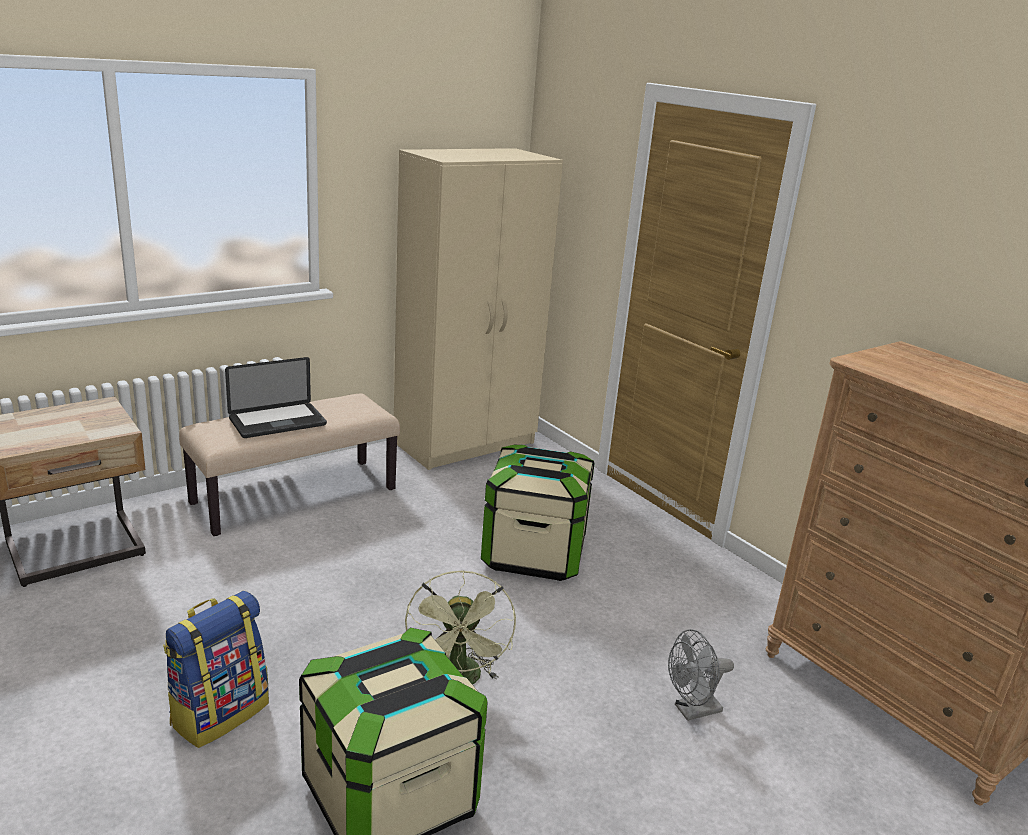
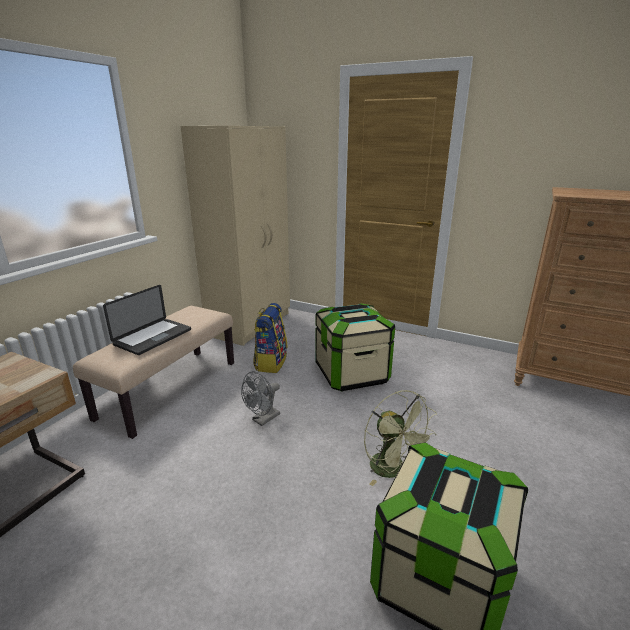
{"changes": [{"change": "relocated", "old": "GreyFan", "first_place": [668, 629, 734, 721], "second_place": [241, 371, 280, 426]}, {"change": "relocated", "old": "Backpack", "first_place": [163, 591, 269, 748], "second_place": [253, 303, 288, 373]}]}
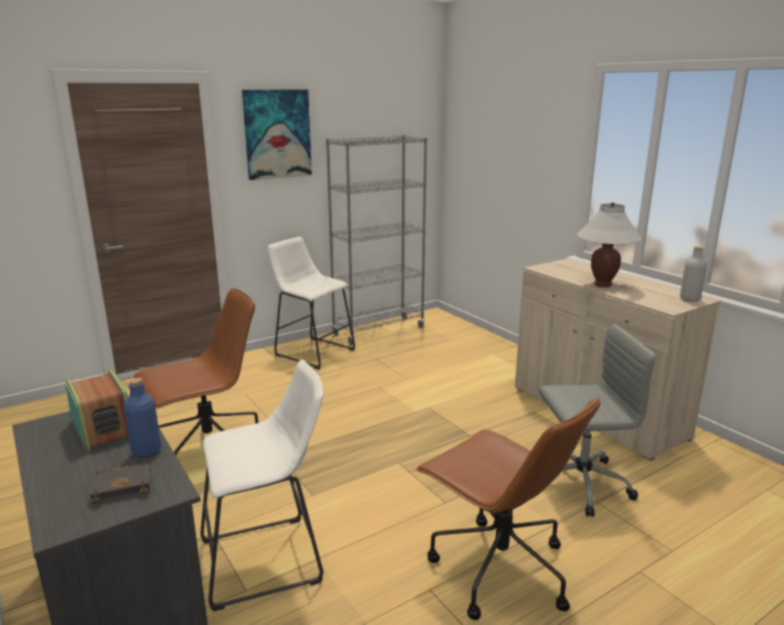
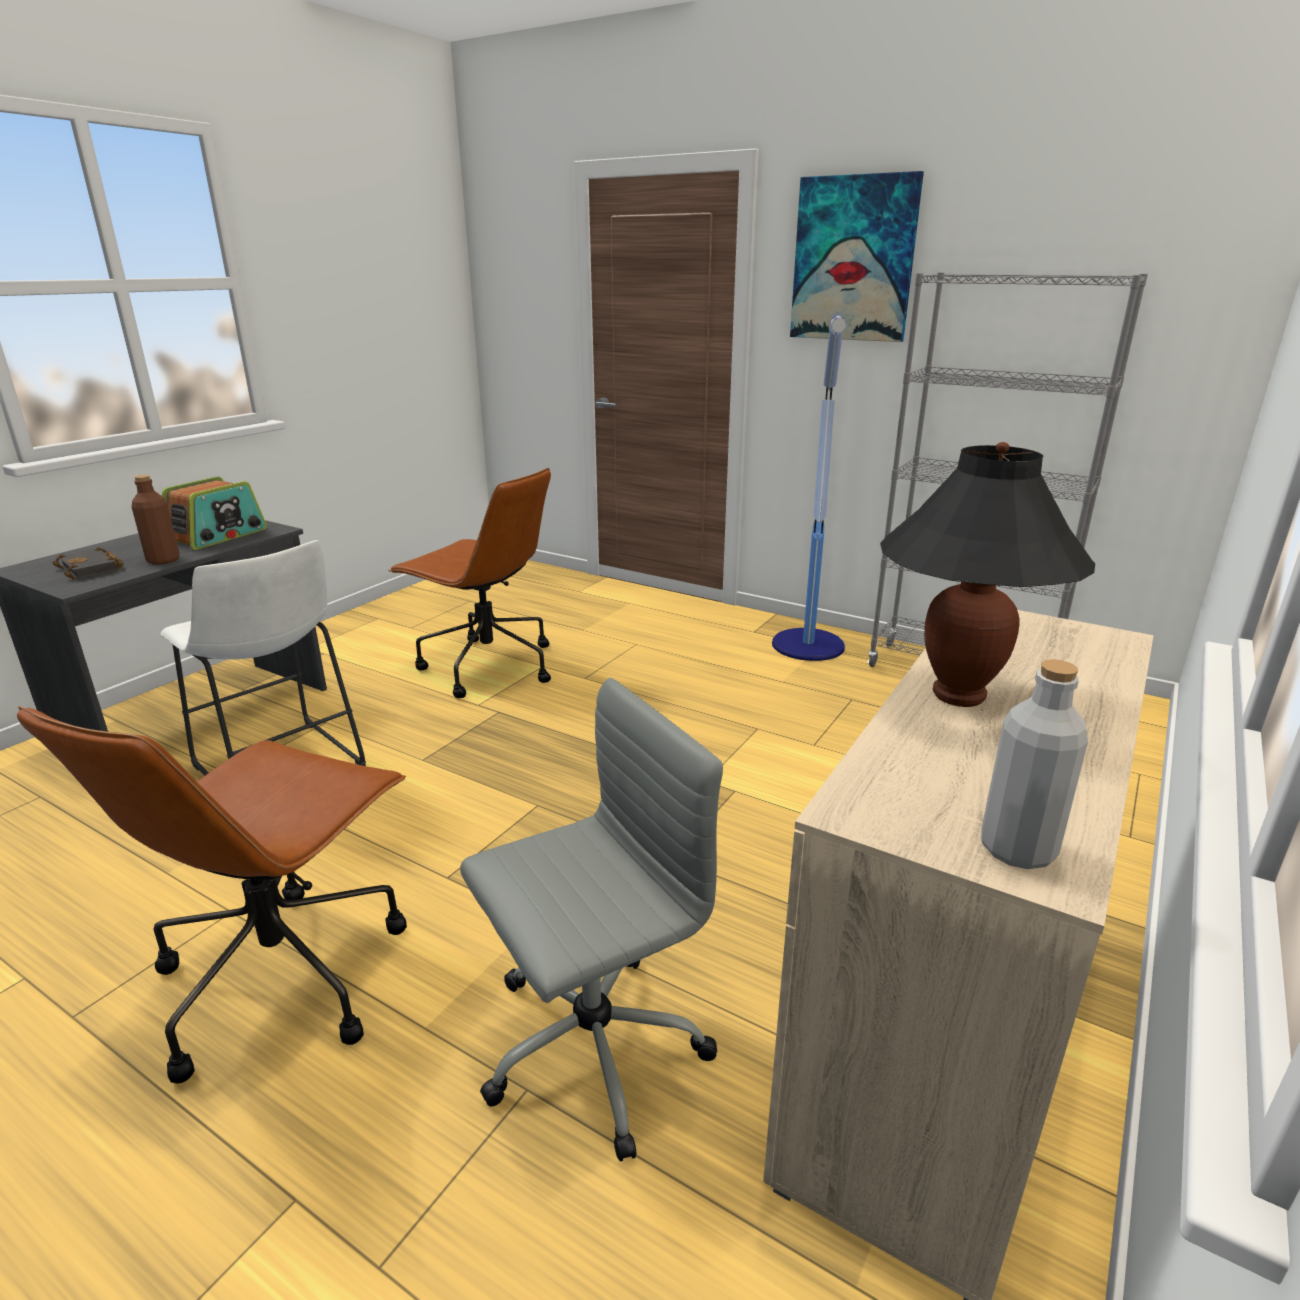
{"changes": [{"change": "colour", "old": "BlueBottle", "new": "BrownBottle", "first_place": [124, 378, 161, 458], "second_place": [132, 475, 179, 565]}, {"change": "spun", "old": "GreyOfficeChair", "first_place": [538, 324, 656, 517], "second_place": [460, 678, 723, 1161], "degrees": -90}, {"change": "exchanged", "old": "WhiteStool", "new": "FloorLamp", "first_place": [268, 237, 355, 370], "second_place": [772, 312, 846, 661]}, {"change": "colour", "old": "WhiteTableLamp", "new": "BlackTableLamp", "first_place": [577, 202, 642, 287], "second_place": [880, 442, 1095, 707]}]}
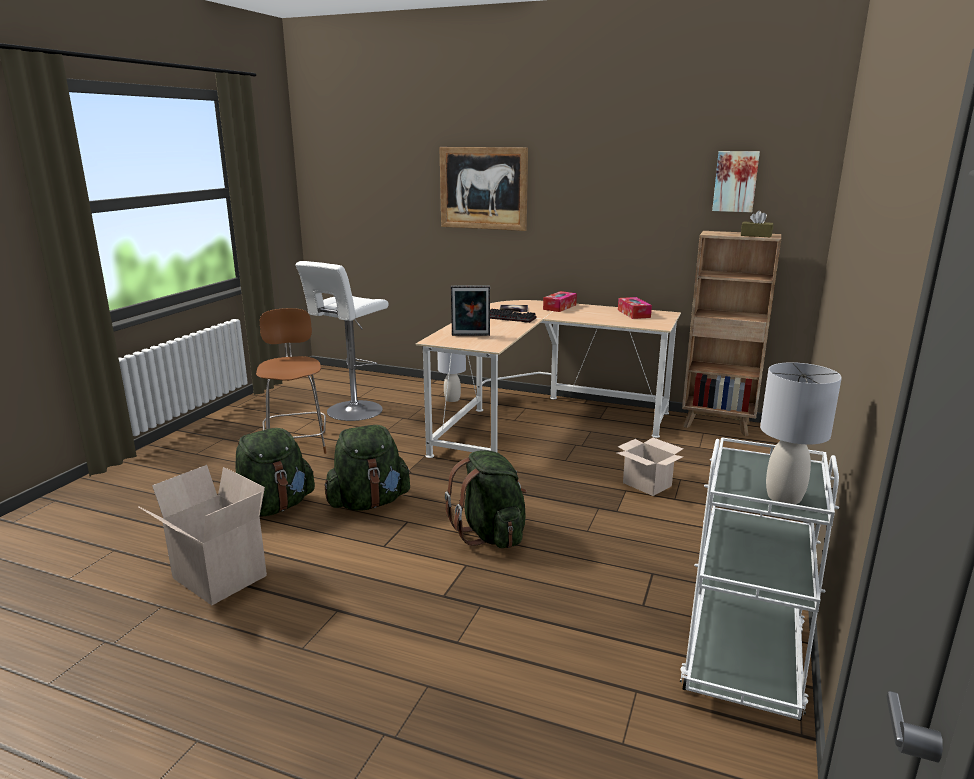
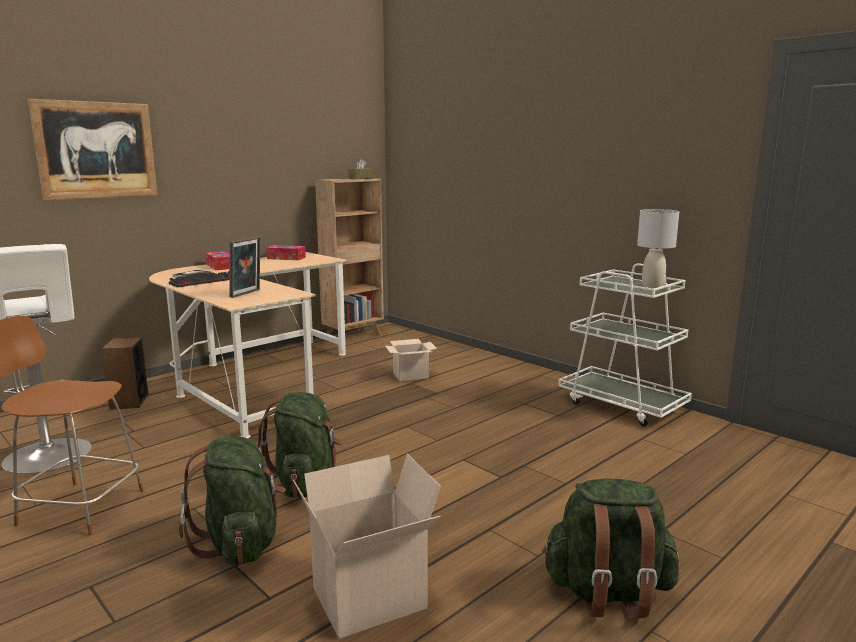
{"changes": [{"change": "exchanged", "old": "GreyTableLamp", "new": "Speaker", "first_place": [437, 352, 466, 402], "second_place": [101, 337, 149, 410]}, {"change": "relocated", "old": "GreenBackpack", "first_place": [445, 450, 527, 548], "second_place": [542, 478, 679, 618]}, {"change": "missing", "old": "Picture", "first_place": [712, 151, 760, 212]}]}
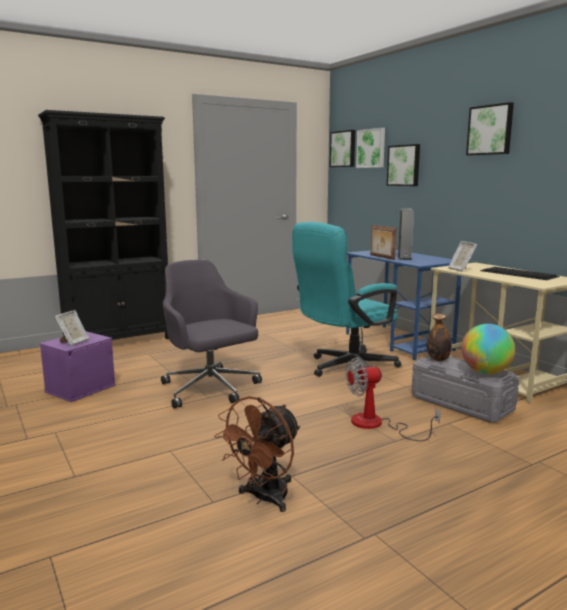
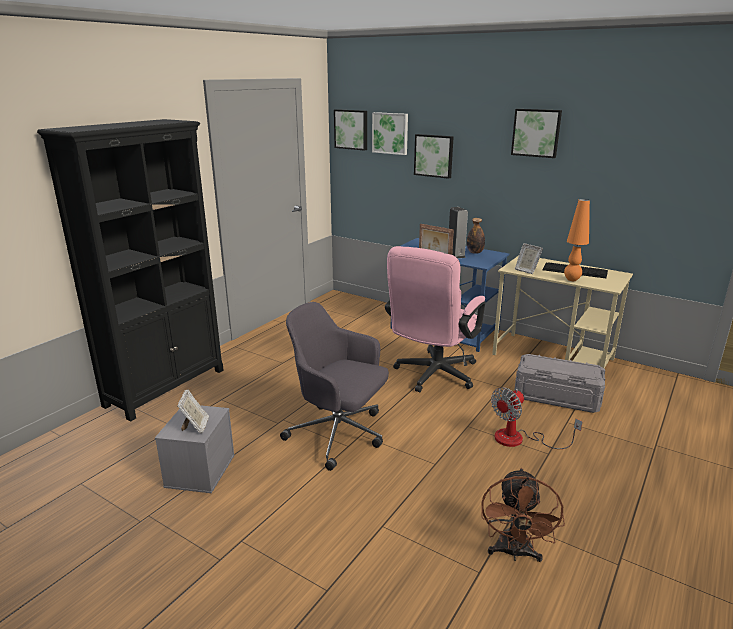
{"changes": [{"change": "colour", "old": "PurpleStorageBox", "new": "GreyStorageBox", "first_place": [39, 331, 115, 402], "second_place": [155, 405, 235, 493]}, {"change": "colour", "old": "TurquoiseOfficeChair", "new": "PinkOfficeChair", "first_place": [292, 222, 401, 377], "second_place": [385, 246, 486, 392]}, {"change": "relocated", "old": "Bottle", "first_place": [427, 314, 451, 361], "second_place": [467, 218, 485, 254]}, {"change": "appeared", "new": "OrangeTableLamp", "second_place": [564, 199, 590, 281]}, {"change": "missing", "old": "Globe", "first_place": [461, 324, 515, 374]}]}
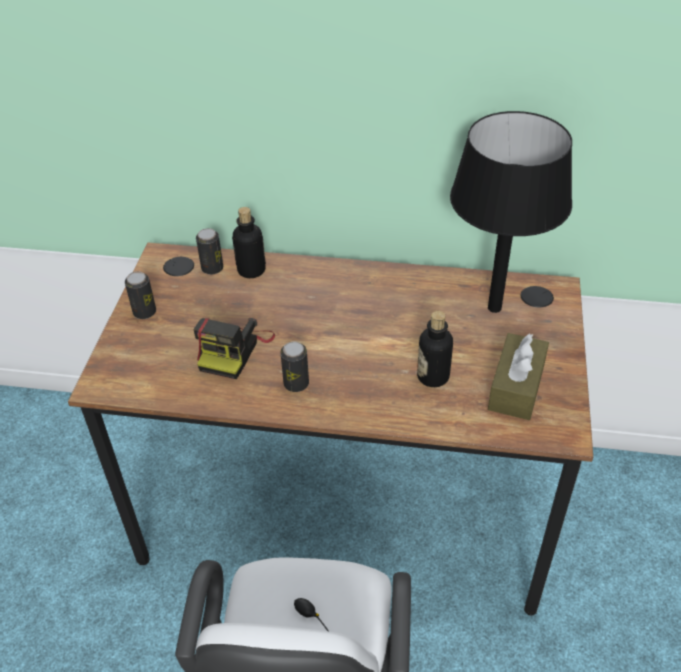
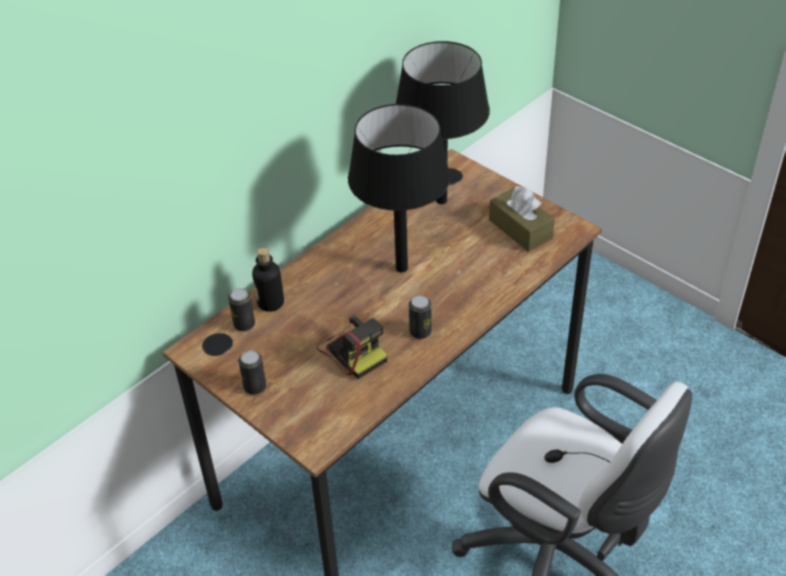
{"changes": [{"change": "appeared", "new": "BlackTableLamp", "second_place": [348, 104, 450, 273]}, {"change": "missing", "old": "Bottle", "first_place": [417, 311, 453, 387]}]}
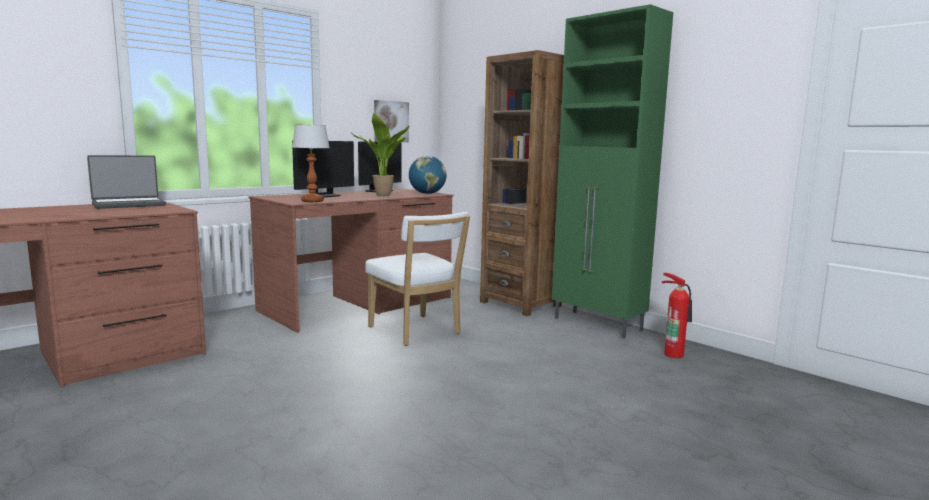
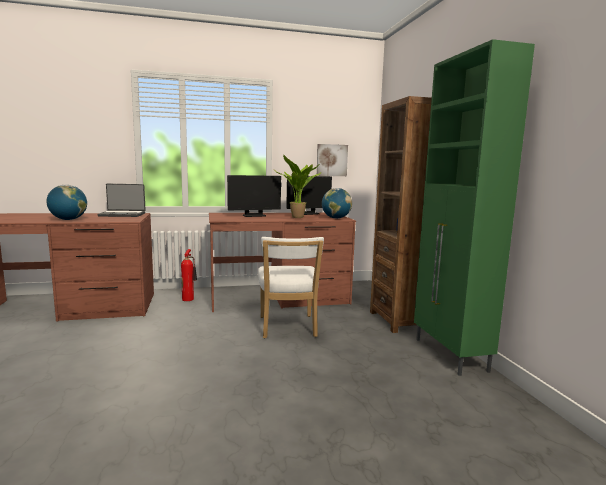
{"changes": [{"change": "appeared", "new": "Globe", "second_place": [47, 185, 87, 220]}, {"change": "relocated", "old": "FireExtinguisher", "first_place": [662, 273, 692, 358], "second_place": [181, 249, 197, 301]}, {"change": "missing", "old": "TableLamp", "first_place": [292, 125, 330, 202]}]}
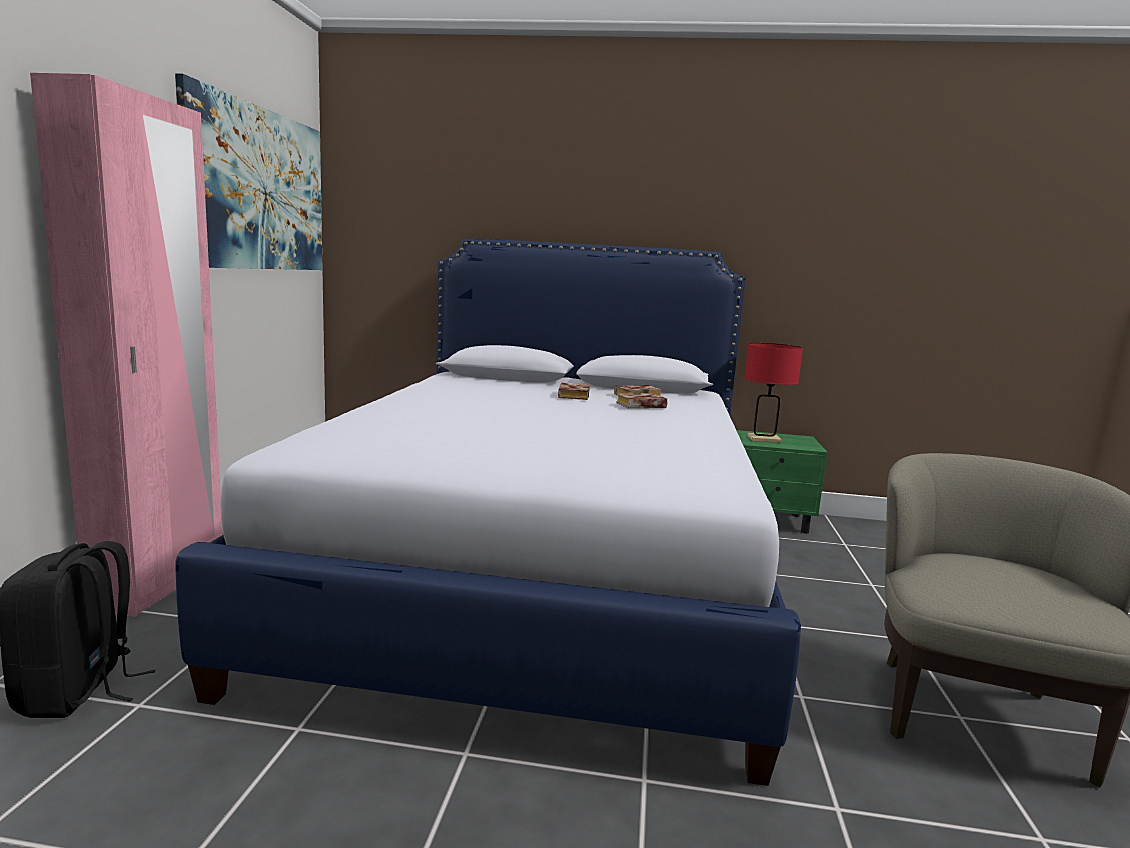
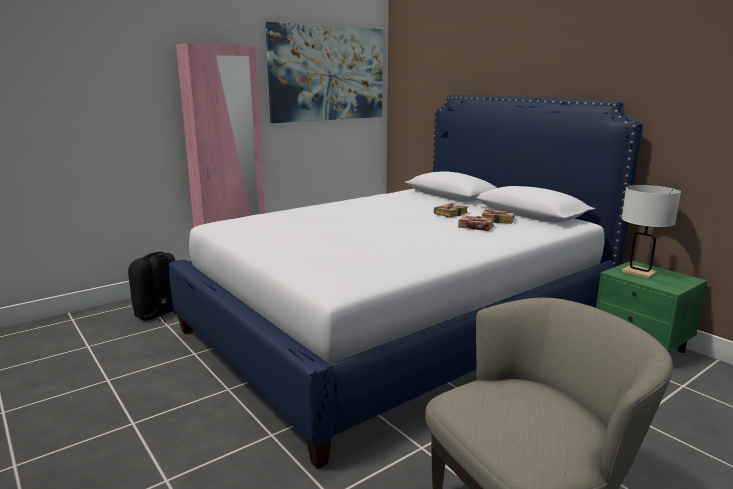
{"changes": [{"change": "colour", "old": "RedTableLamp", "new": "WhiteTableLamp", "first_place": [744, 343, 803, 443], "second_place": [622, 184, 681, 279]}]}
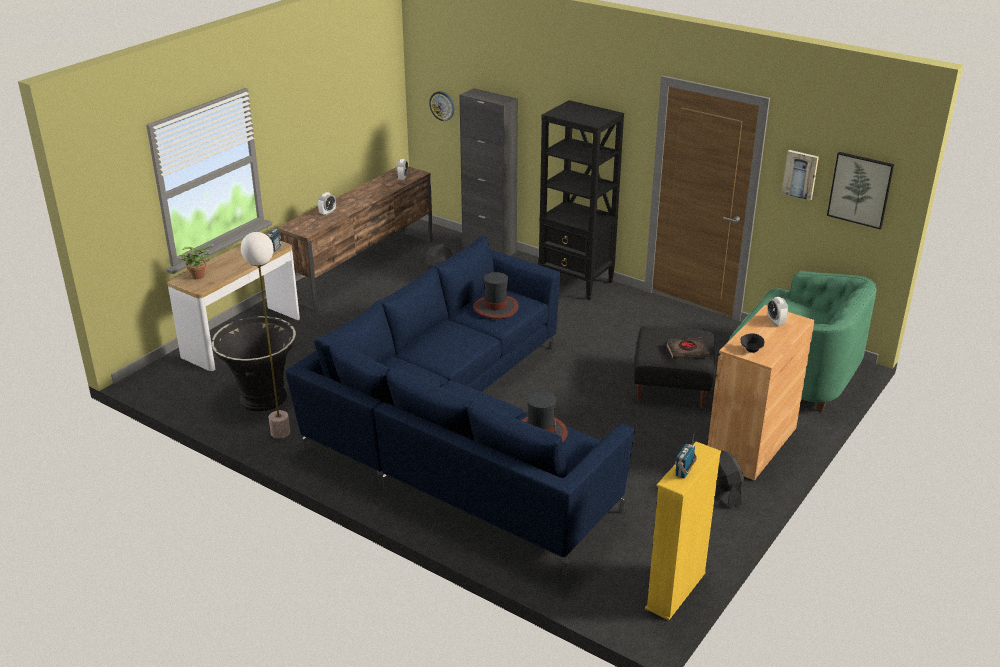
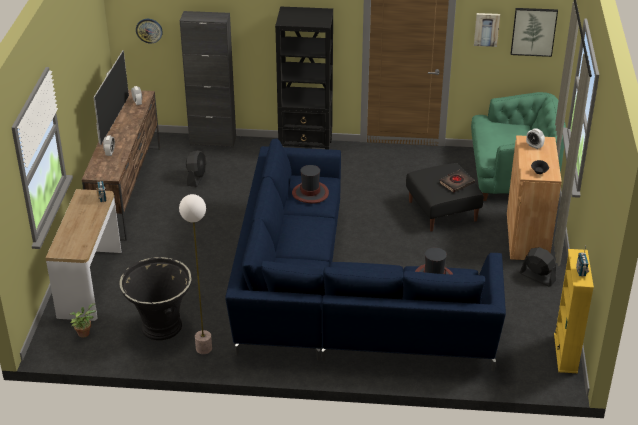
{"changes": [{"change": "relocated", "old": "PottedPlant", "first_place": [179, 244, 214, 279], "second_place": [70, 303, 96, 338]}, {"change": "appeared", "new": "Television", "second_place": [93, 50, 129, 145]}]}
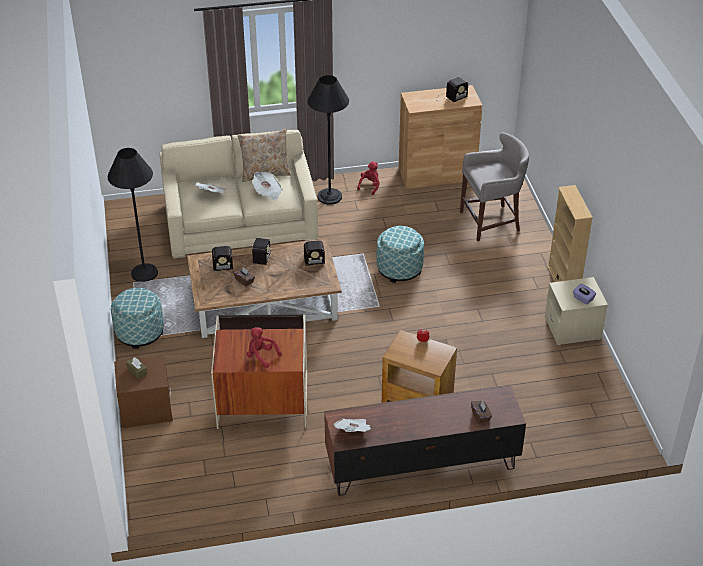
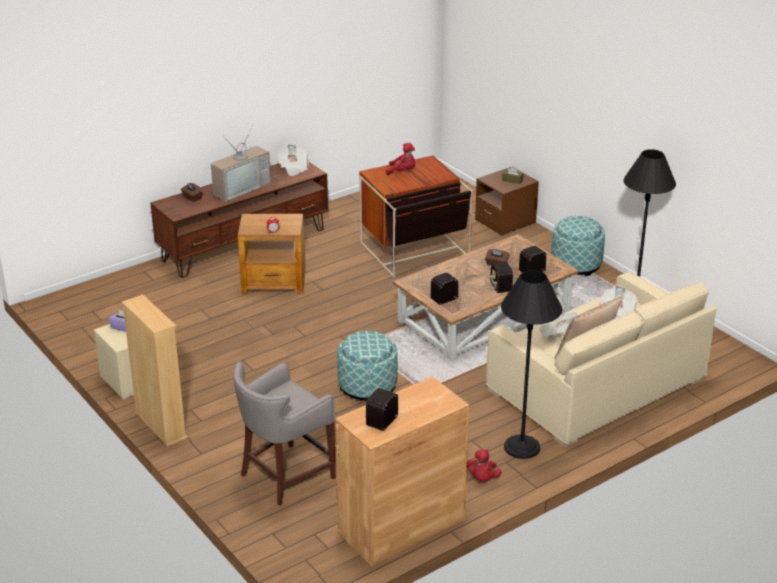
{"changes": [{"change": "appeared", "new": "Television", "second_place": [211, 125, 271, 202]}]}
